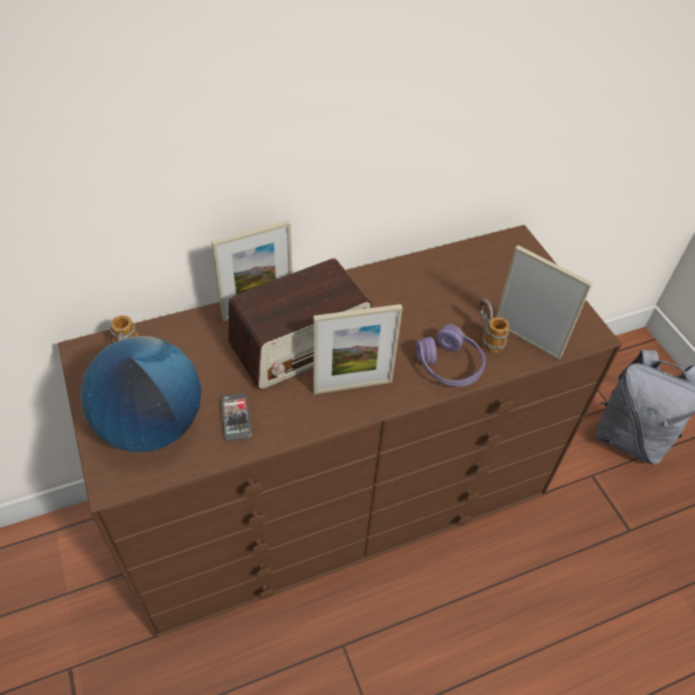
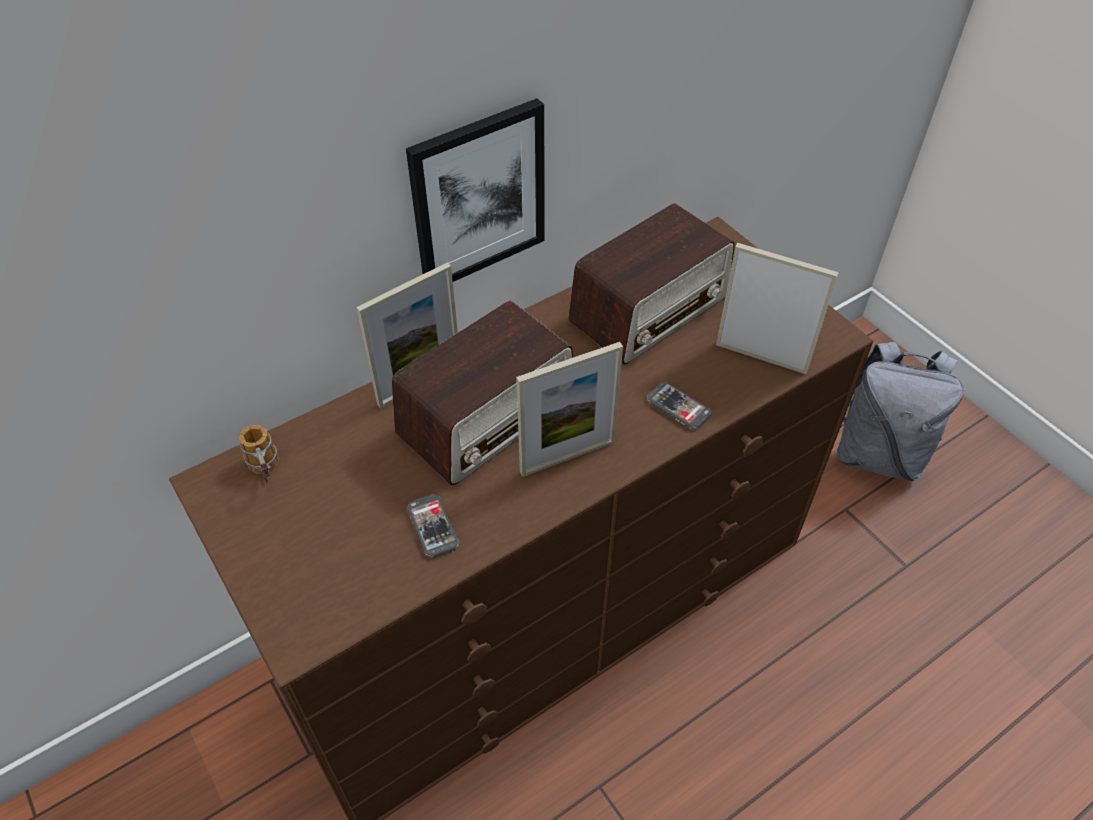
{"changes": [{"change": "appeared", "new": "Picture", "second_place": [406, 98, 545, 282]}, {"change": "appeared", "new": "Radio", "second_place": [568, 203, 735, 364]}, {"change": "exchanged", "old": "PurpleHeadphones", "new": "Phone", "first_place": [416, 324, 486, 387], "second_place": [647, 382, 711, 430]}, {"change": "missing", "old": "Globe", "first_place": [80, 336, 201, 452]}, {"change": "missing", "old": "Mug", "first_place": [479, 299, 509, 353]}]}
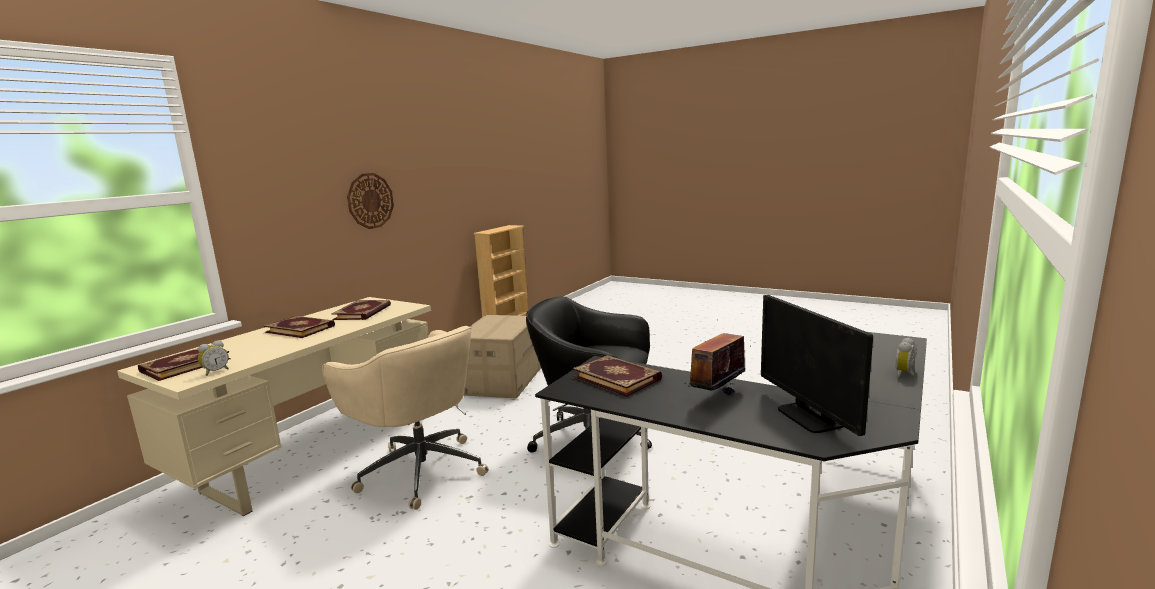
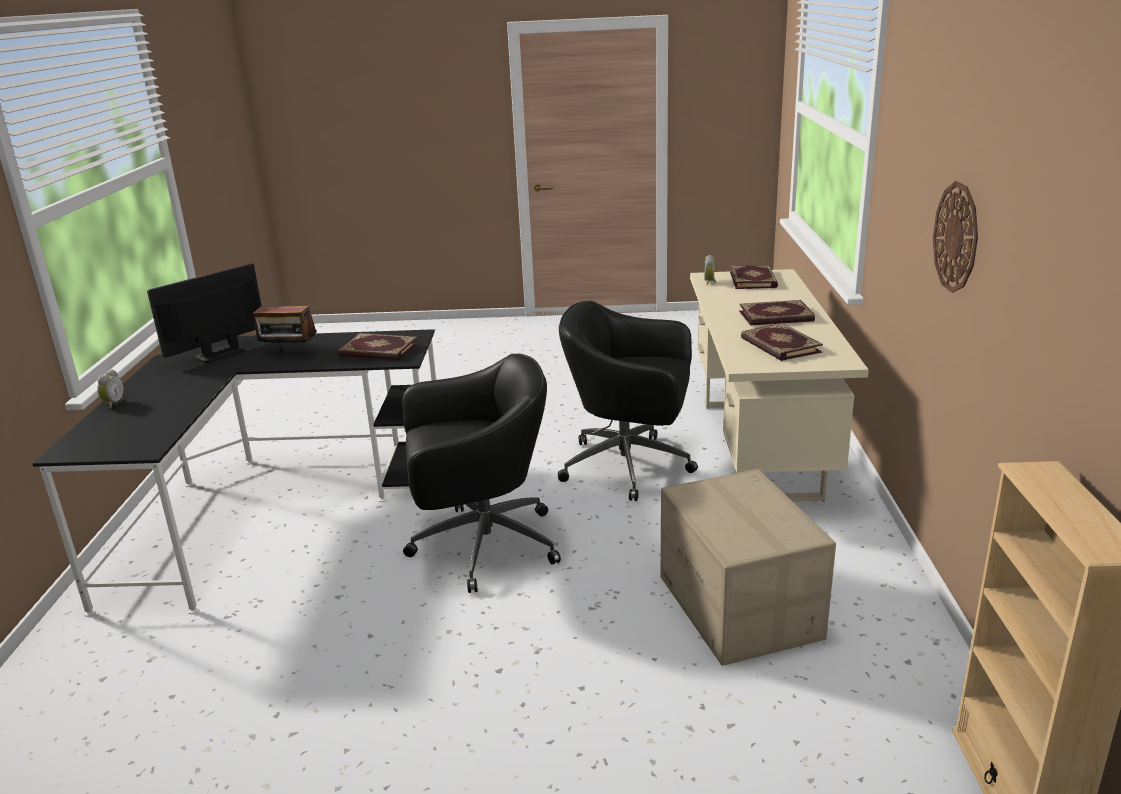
{"changes": [{"change": "spun", "old": "Monitor", "first_place": [761, 295, 873, 436], "second_place": [147, 263, 262, 363], "degrees": -90}, {"change": "spun", "old": "Radio", "first_place": [685, 320, 745, 395], "second_place": [253, 298, 317, 351], "degrees": 90}, {"change": "colour", "old": "BeigeOfficeChair", "new": "BlackOfficeChair", "first_place": [322, 326, 489, 510], "second_place": [558, 301, 698, 501]}]}
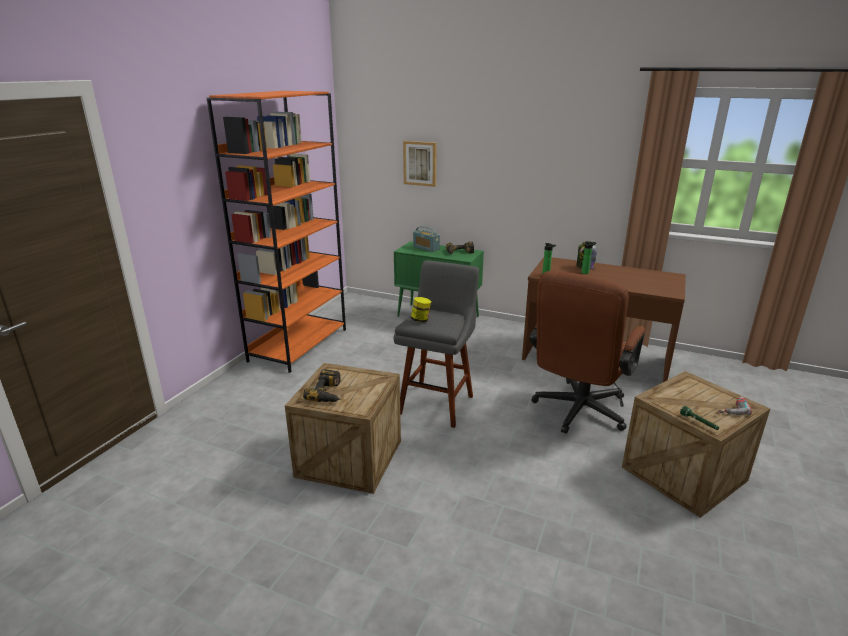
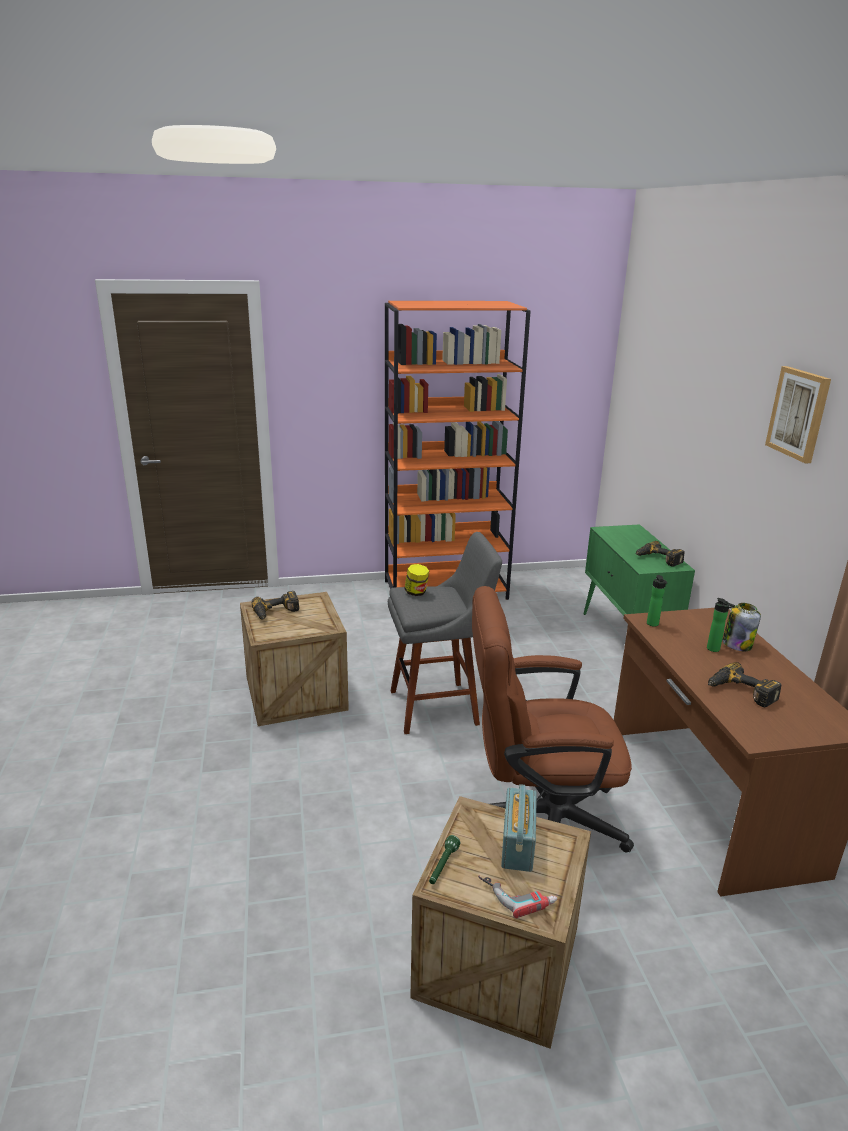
{"changes": [{"change": "relocated", "old": "Radio", "first_place": [413, 226, 440, 252], "second_place": [501, 784, 537, 872]}, {"change": "appeared", "new": "PowerDrill", "second_place": [708, 662, 781, 707]}, {"change": "relocated", "old": "Picture", "first_place": [403, 141, 437, 187], "second_place": [765, 366, 831, 463]}]}
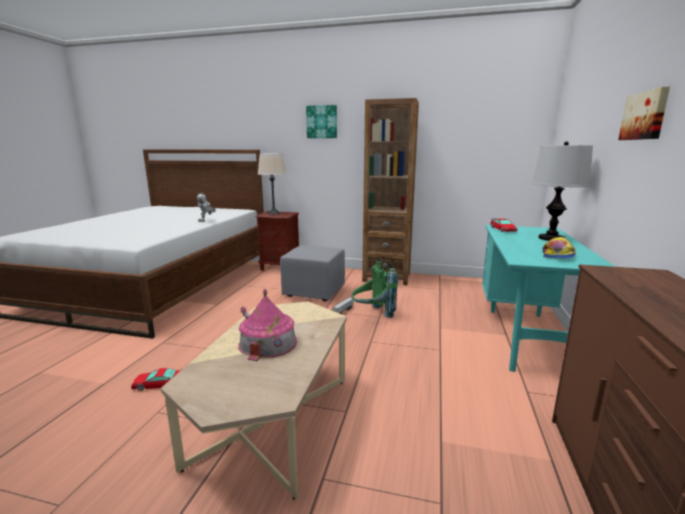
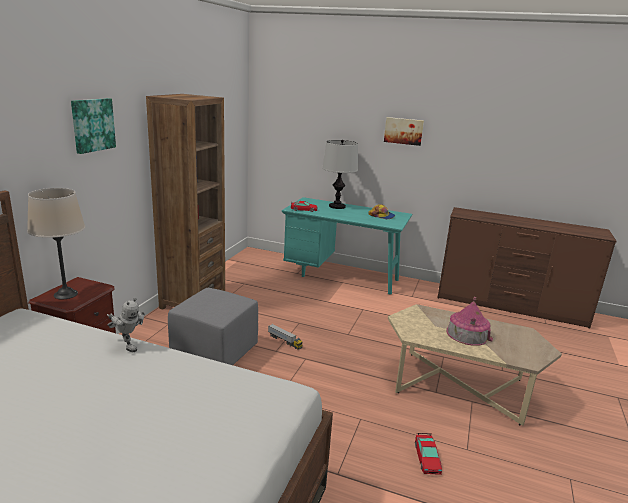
{"changes": [{"change": "missing", "old": "GreenBackpack", "first_place": [351, 258, 398, 318]}]}
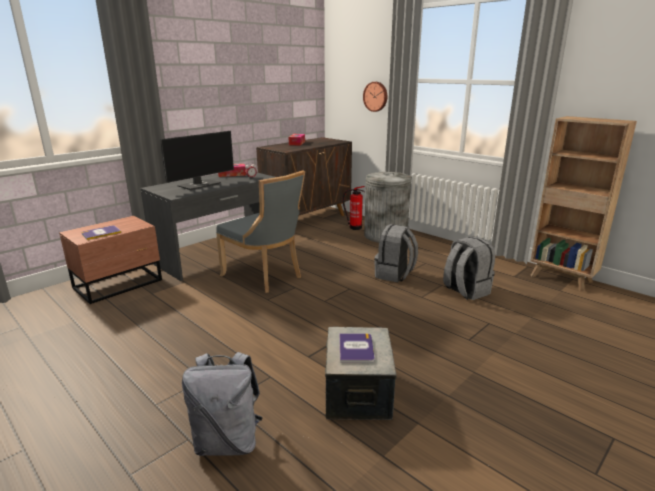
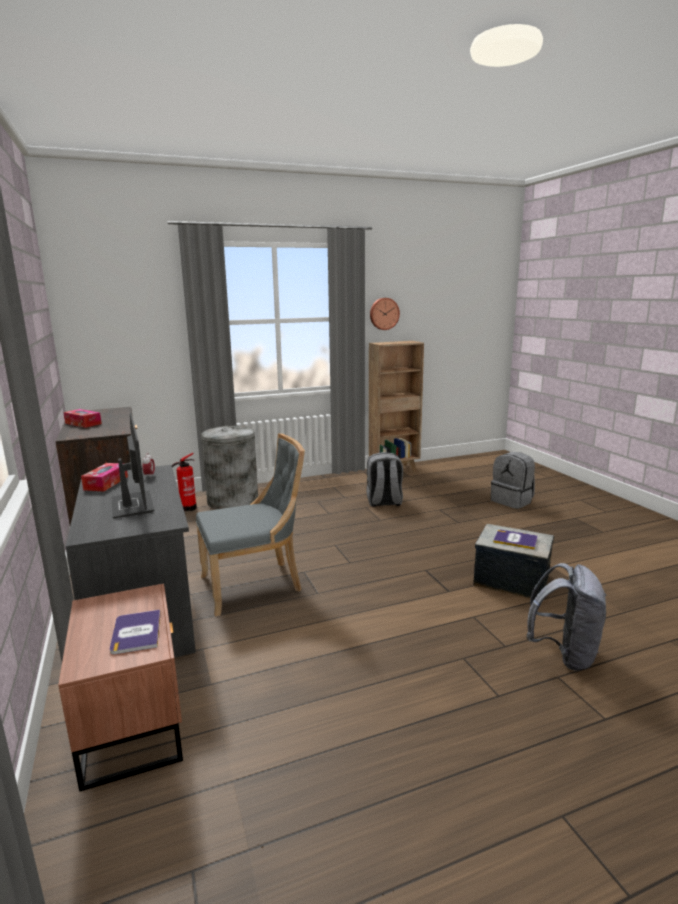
{"changes": [{"change": "relocated", "old": "WallClock", "first_place": [363, 82, 387, 112], "second_place": [370, 298, 400, 330]}, {"change": "relocated", "old": "GreyBackpack", "first_place": [374, 224, 418, 282], "second_place": [491, 452, 535, 509]}]}
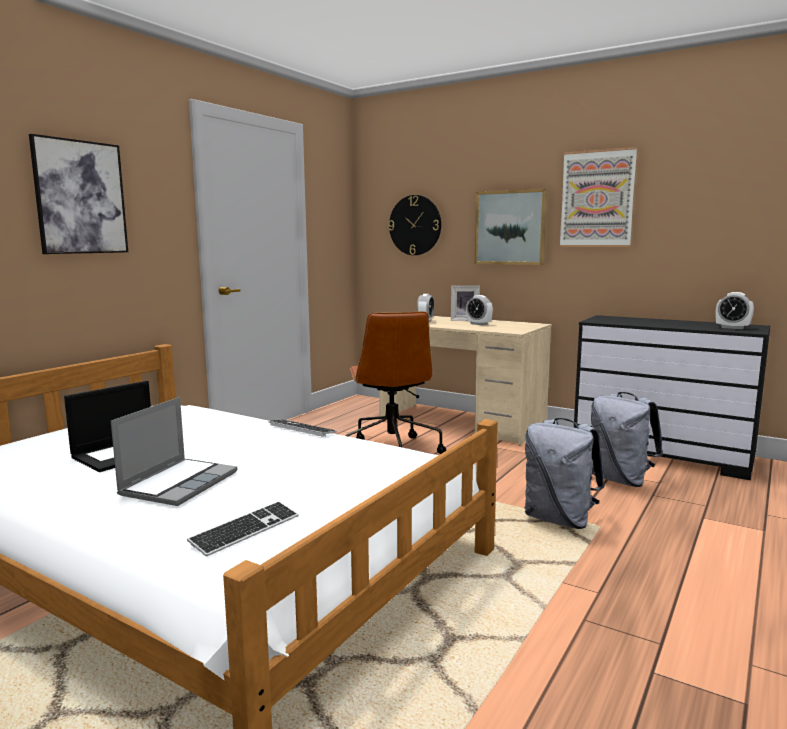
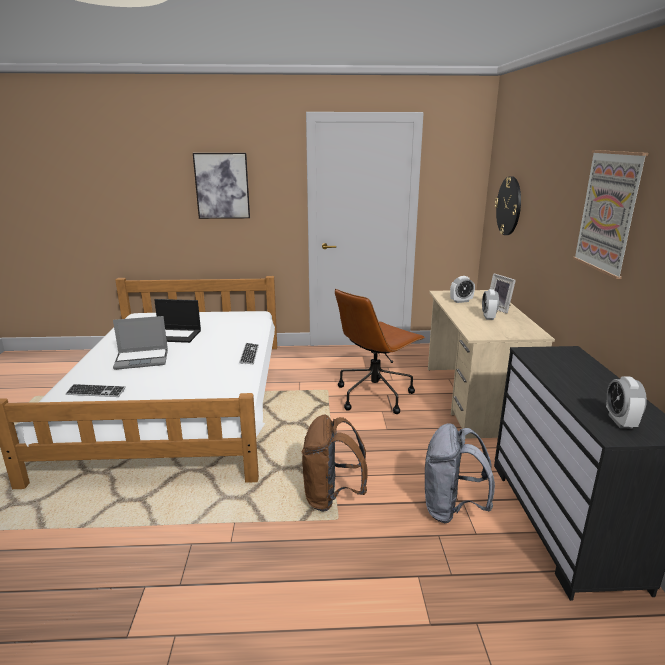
{"changes": [{"change": "colour", "old": "GreyBackpack", "new": "BrownBackpack", "first_place": [525, 418, 605, 529], "second_place": [301, 415, 368, 512]}, {"change": "missing", "old": "Picture", "first_place": [475, 189, 547, 265]}]}
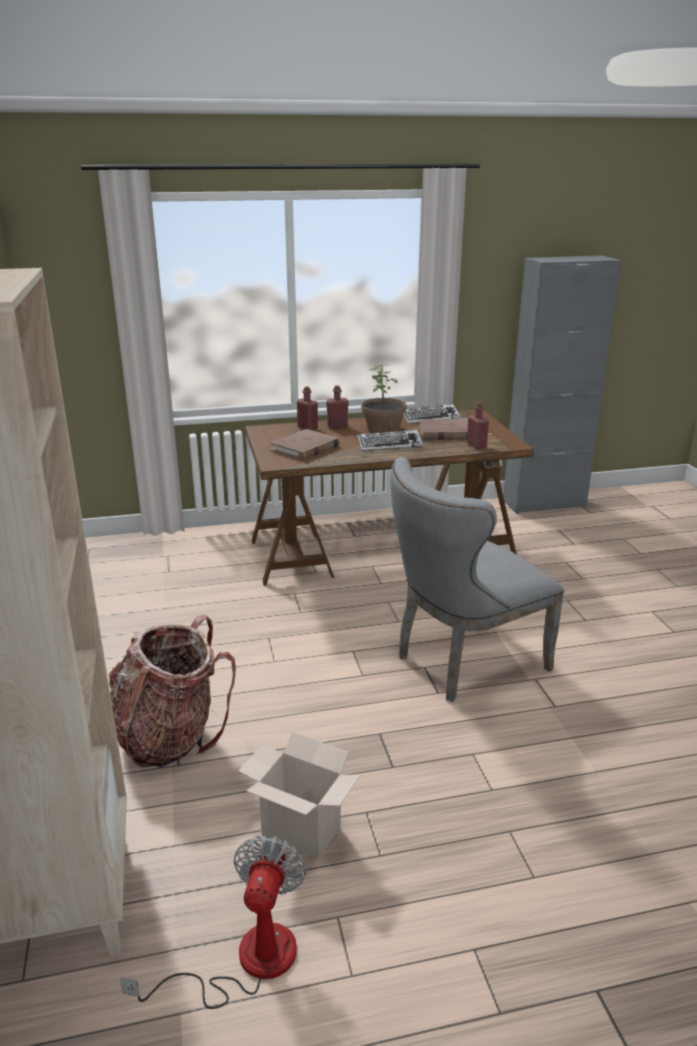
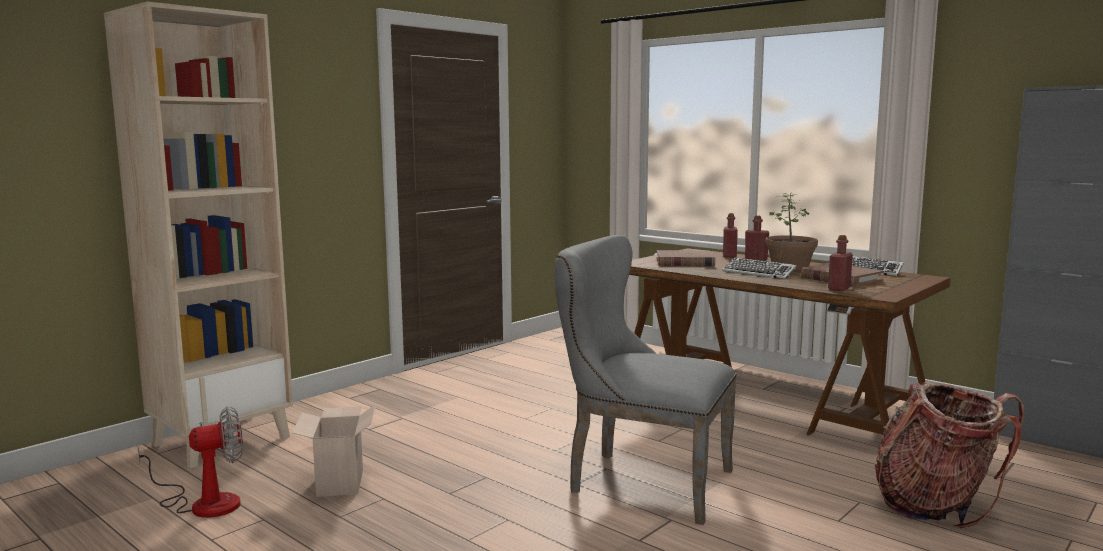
{"changes": [{"change": "relocated", "old": "Backpack", "first_place": [109, 614, 236, 768], "second_place": [875, 381, 1024, 528]}]}
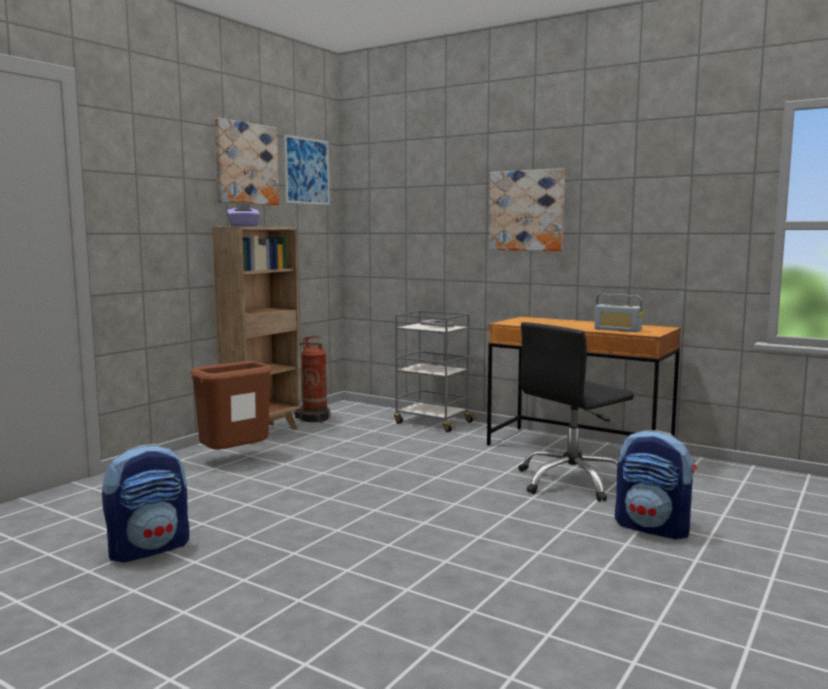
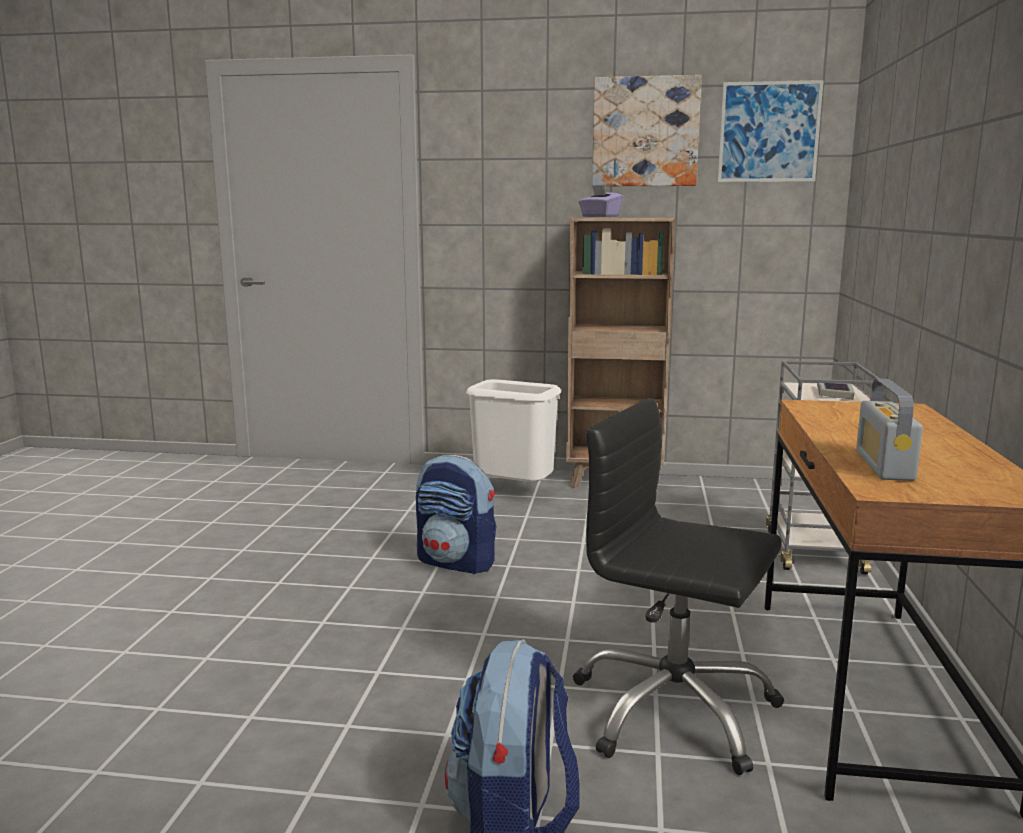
{"changes": [{"change": "relocated", "old": "Backpack", "first_place": [102, 444, 189, 562], "second_place": [416, 455, 497, 574]}, {"change": "colour", "old": "BrownTrashCan", "new": "WhiteTrashCan", "first_place": [190, 361, 273, 450], "second_place": [466, 379, 561, 482]}, {"change": "missing", "old": "FireExtinguisher", "first_place": [295, 336, 331, 423]}, {"change": "missing", "old": "Picture", "first_place": [489, 168, 565, 251]}]}
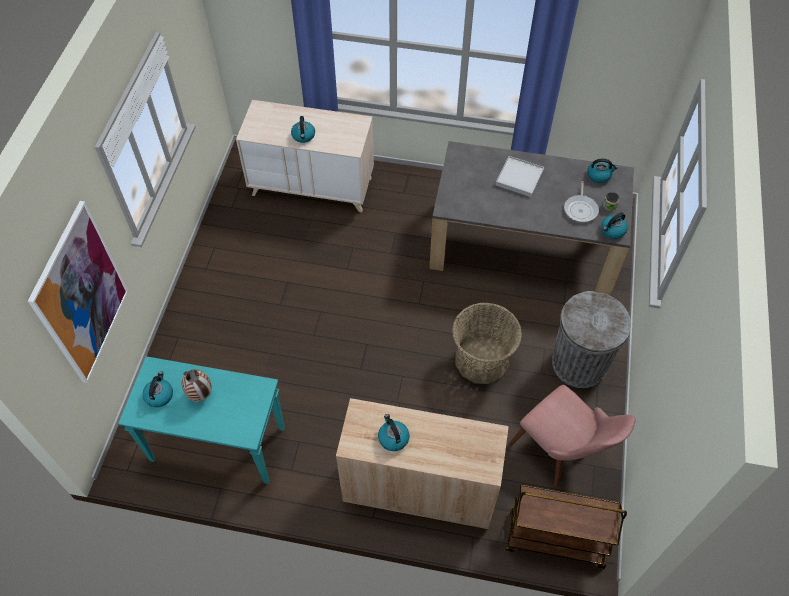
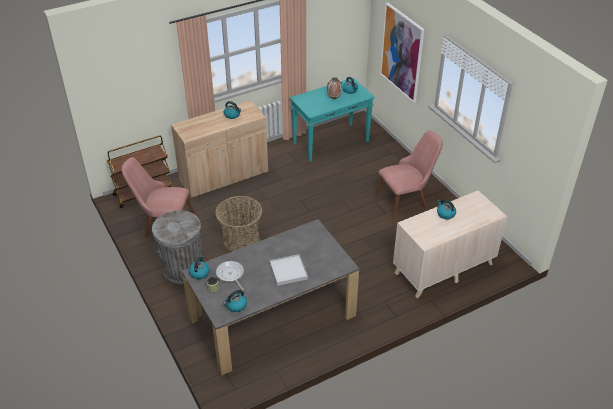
{"changes": [{"change": "appeared", "new": "PinkChair", "second_place": [374, 130, 442, 220]}]}
